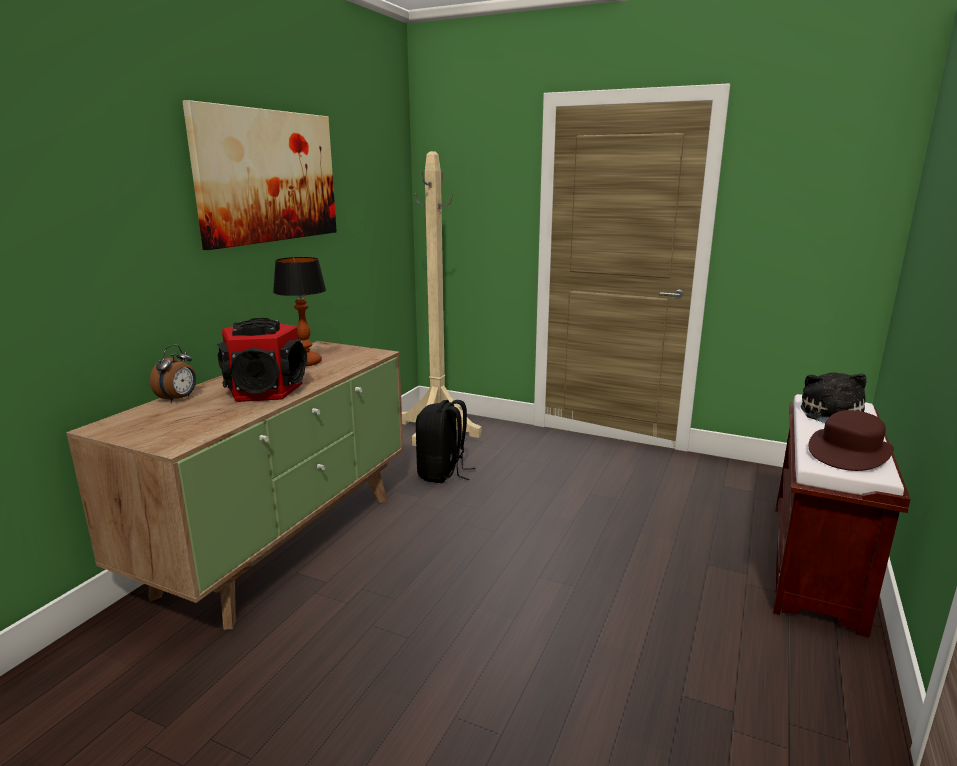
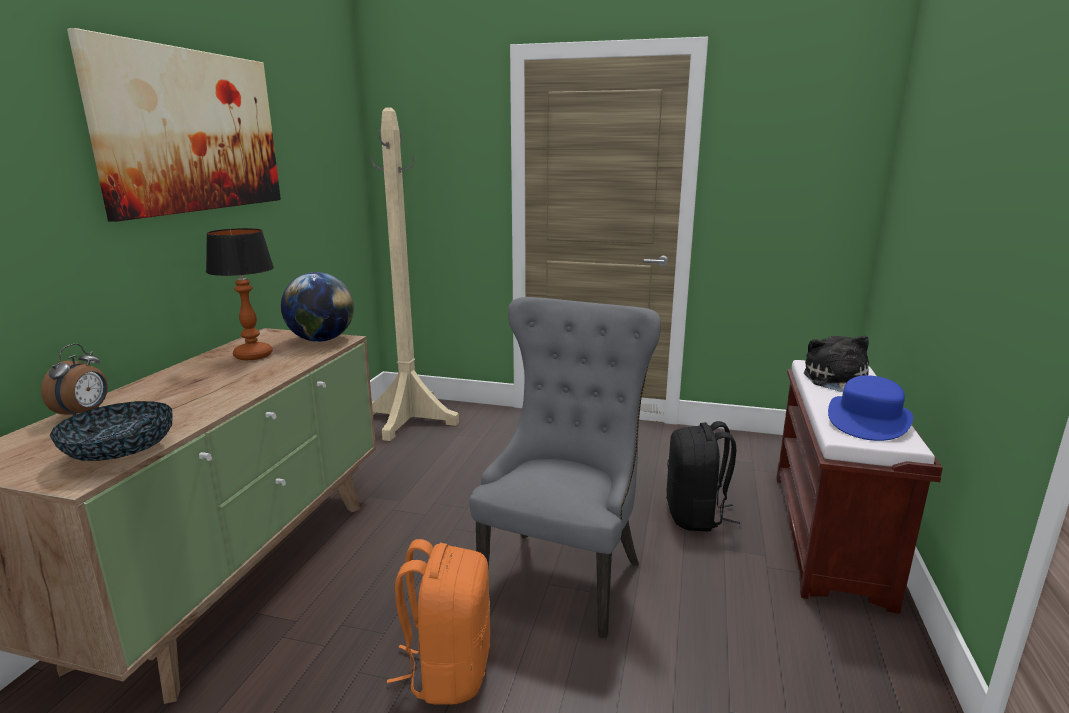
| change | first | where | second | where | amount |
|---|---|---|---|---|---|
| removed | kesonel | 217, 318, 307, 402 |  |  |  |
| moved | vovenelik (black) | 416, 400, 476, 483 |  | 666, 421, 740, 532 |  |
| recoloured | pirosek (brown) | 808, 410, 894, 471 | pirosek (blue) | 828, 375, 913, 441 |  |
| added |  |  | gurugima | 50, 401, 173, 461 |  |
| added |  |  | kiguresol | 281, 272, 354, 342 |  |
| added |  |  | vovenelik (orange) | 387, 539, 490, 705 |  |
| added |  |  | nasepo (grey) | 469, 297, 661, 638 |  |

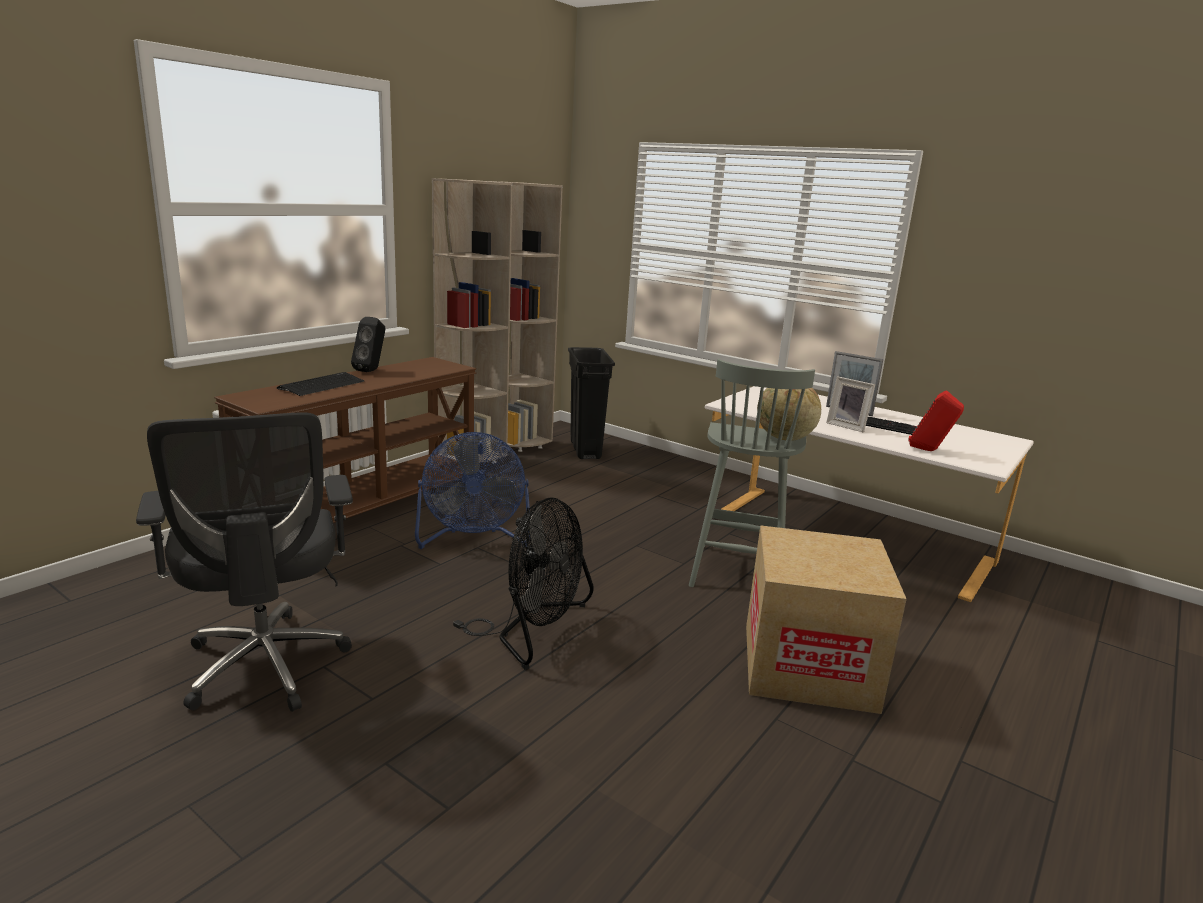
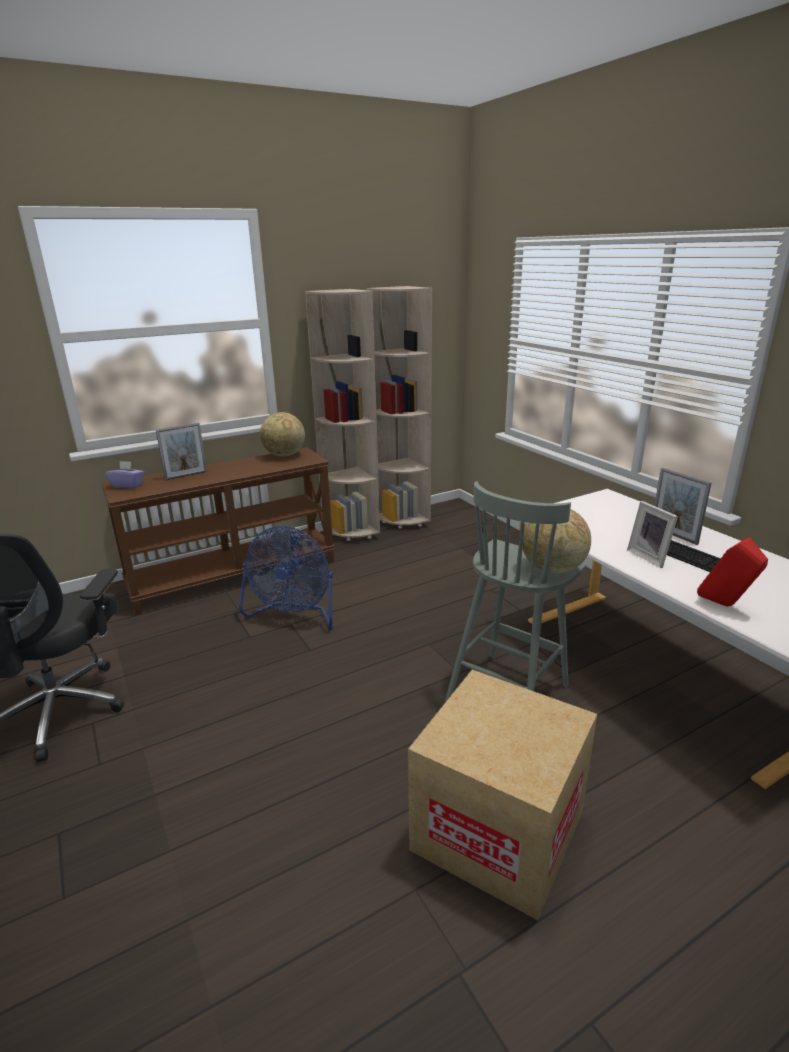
| change | first | where | second | where | amount |
|---|---|---|---|---|---|
| replaced | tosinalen | 277, 372, 364, 396 | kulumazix | 156, 423, 207, 480 |  |
| removed | kesonel (black) | 351, 317, 386, 372 |  |  |  |
| removed | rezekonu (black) | 453, 498, 594, 670 |  |  |  |
| removed | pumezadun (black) | 568, 347, 615, 459 |  |  |  |
| added |  |  | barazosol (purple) | 106, 461, 145, 489 |  |
| added |  |  | kiguresol | 260, 412, 305, 457 |  |

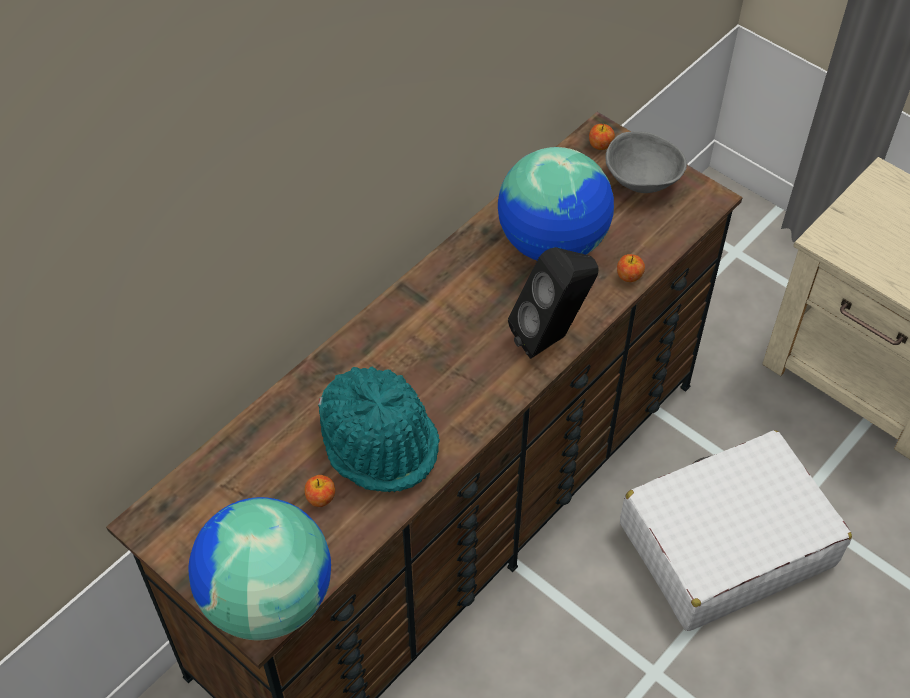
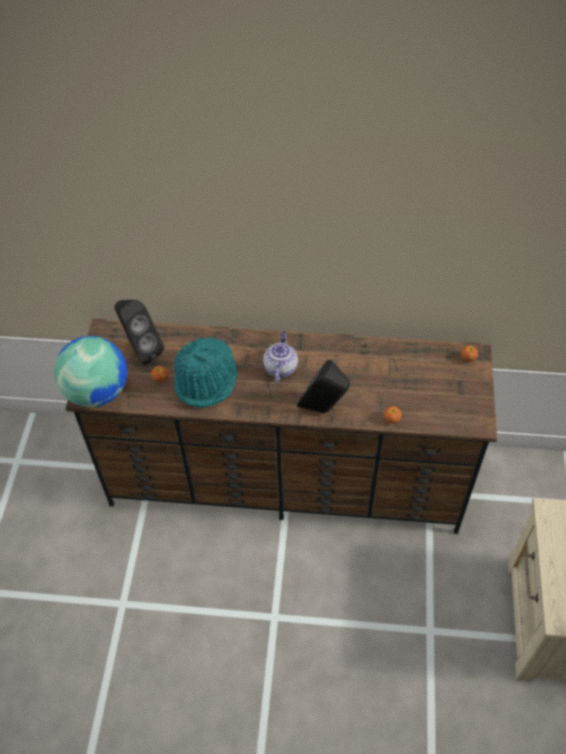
| change | first | where | second | where | amount |
|---|---|---|---|---|---|
| removed | kiguresol | 498, 147, 614, 260 |  |  |  |
| removed | gurugima (grey) | 606, 131, 687, 193 |  |  |  |
| removed | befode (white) | 620, 430, 852, 631 |  |  |  |
| added |  |  | kesonel (black) | 115, 300, 164, 365 |  |
| added |  |  | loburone | 263, 331, 298, 384 |  |

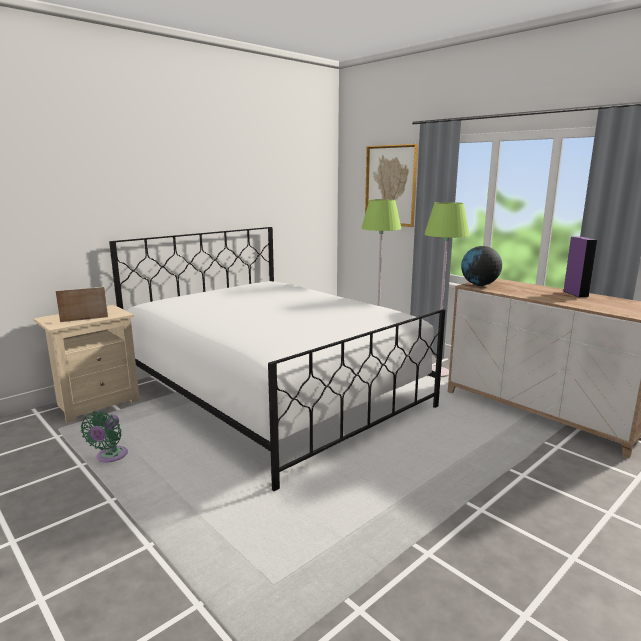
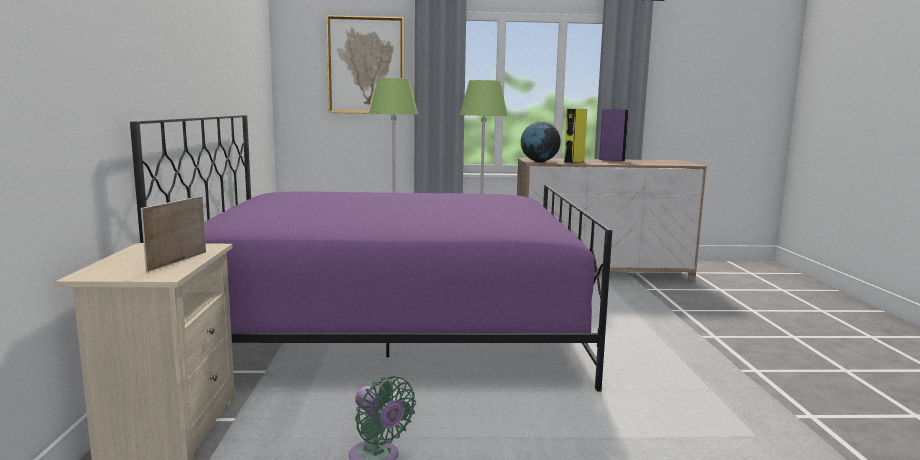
| change | first | where | second | where | amount |
|---|---|---|---|---|---|
| recoloured | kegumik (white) | 109, 227, 445, 491 | kegumik (purple) | 130, 115, 612, 391 |  |
| added |  |  | kesonel (yellow) | 564, 109, 587, 163 |  |

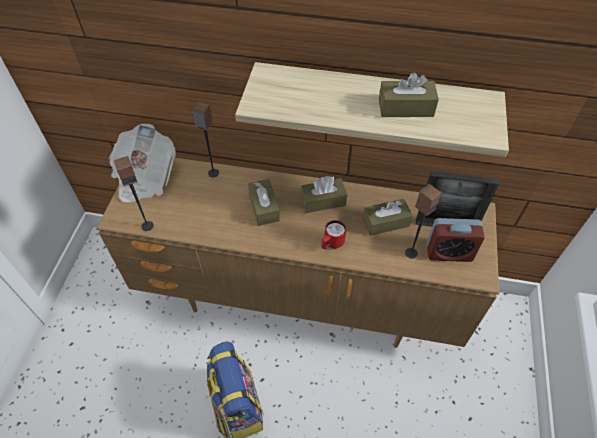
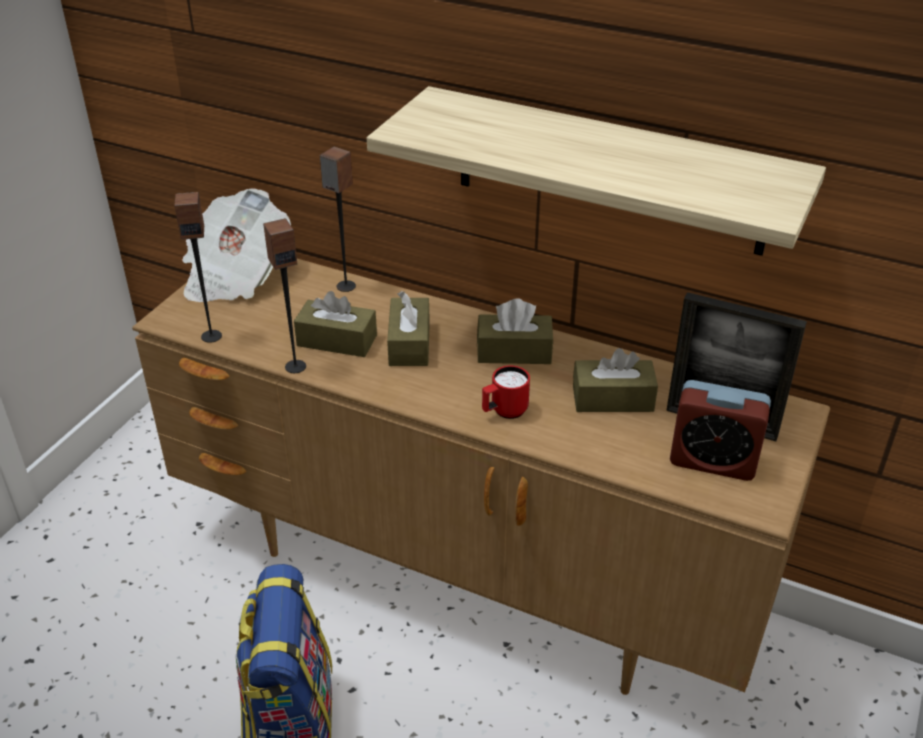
| change | first | where | second | where | amount |
|---|---|---|---|---|---|
| moved | barazosol (brown) | 379, 73, 439, 117 |  | 294, 291, 377, 357 |  |
| moved | kesonel | 405, 184, 442, 259 |  | 263, 218, 306, 373 |  |

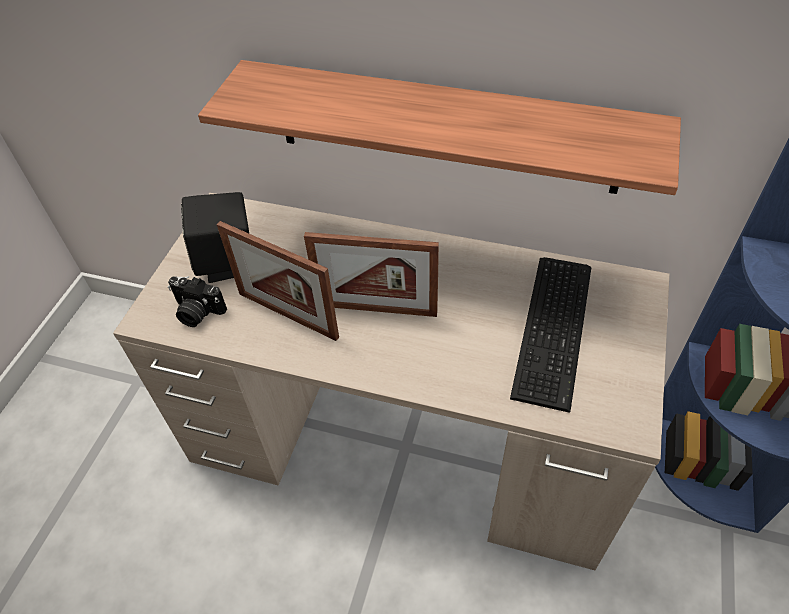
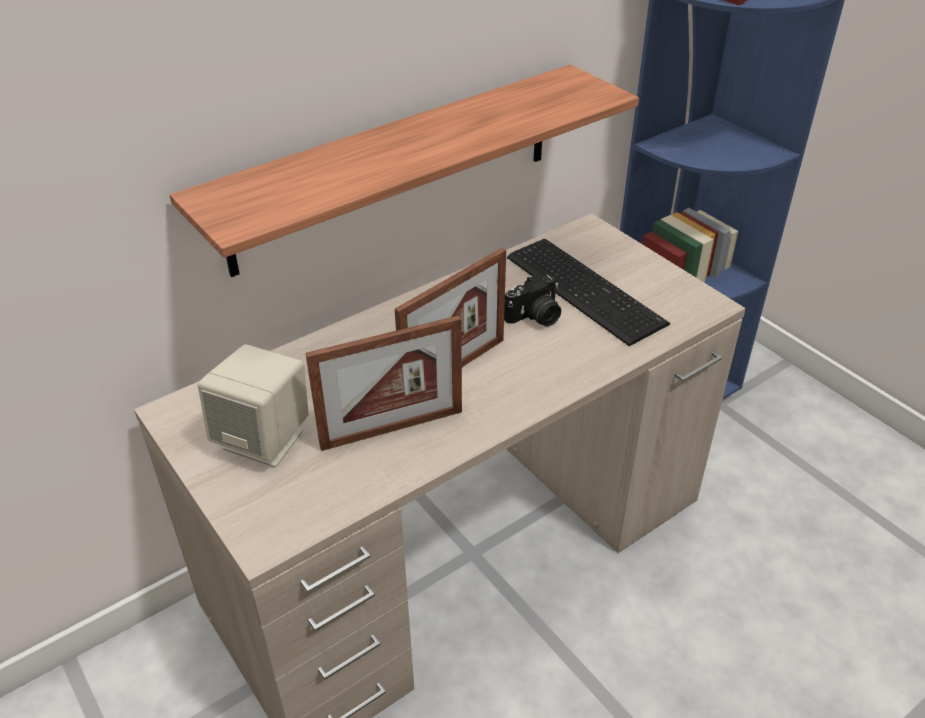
| change | first | where | second | where | amount |
|---|---|---|---|---|---|
| moved | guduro | 168, 276, 227, 327 |  | 504, 275, 561, 327 |  |
| recoloured | kesonel (black) | 181, 192, 249, 283 | kesonel (beige) | 198, 344, 309, 467 |  |

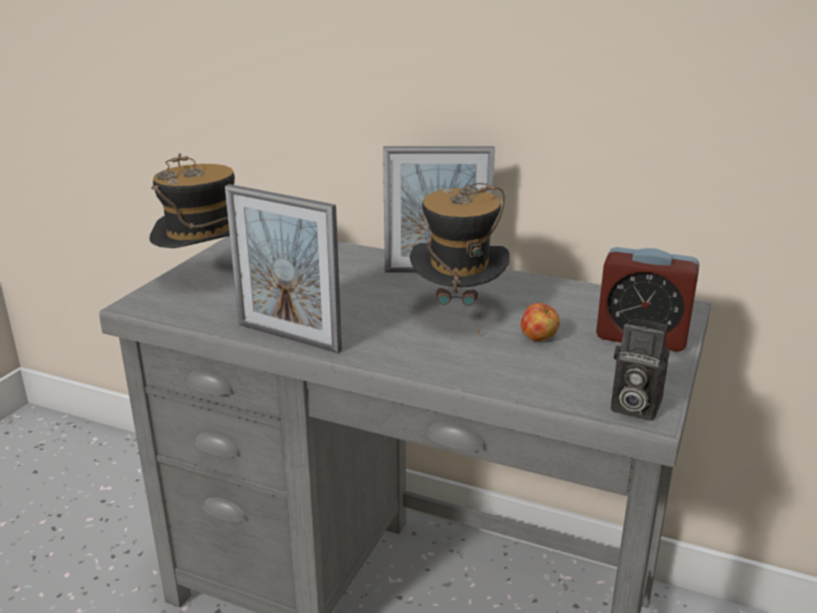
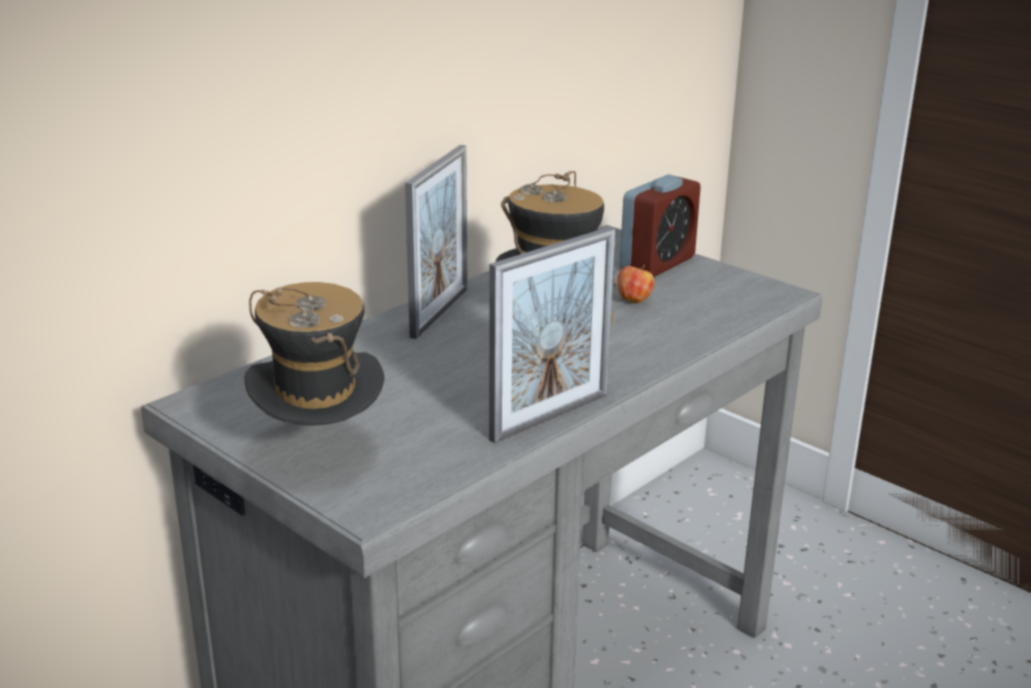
| change | first | where | second | where | amount |
|---|---|---|---|---|---|
| removed | guduro | 611, 318, 670, 421 |  |  |  |

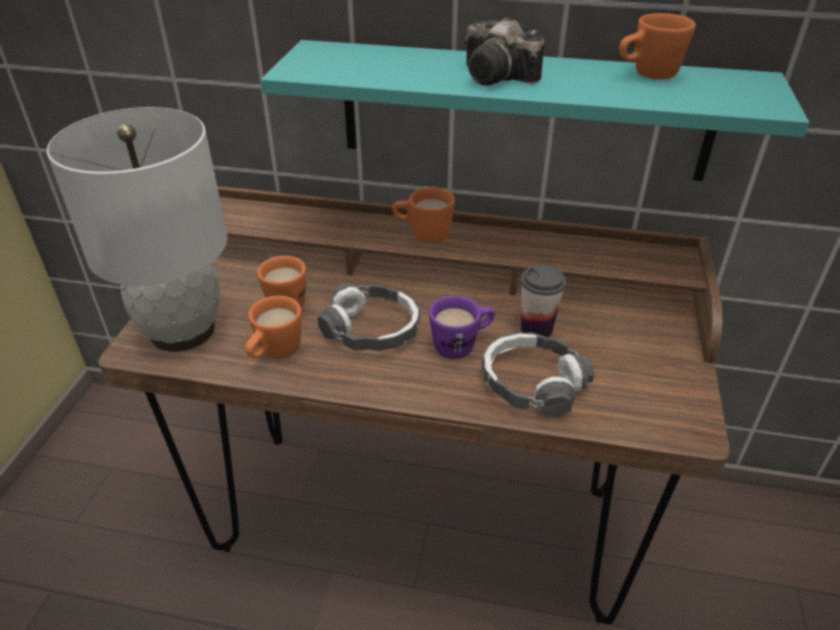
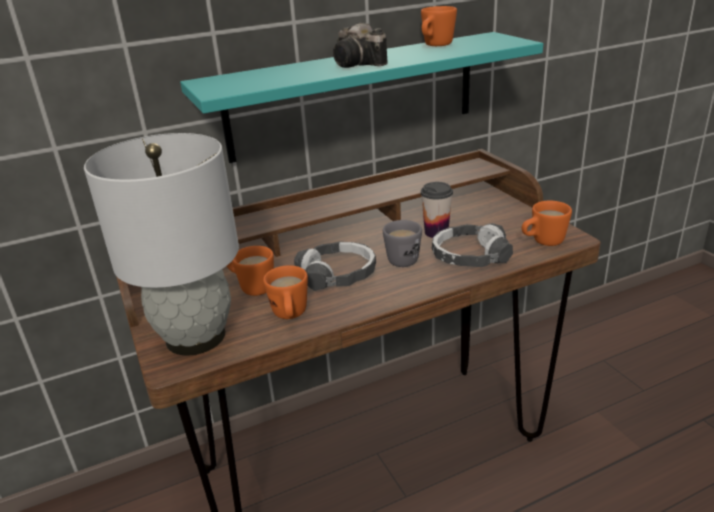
| change | first | where | second | where | amount |
|---|---|---|---|---|---|
| moved | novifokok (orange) | 392, 187, 455, 243 |  | 522, 201, 572, 246 |  |
| recoloured | novifokok (purple) | 429, 296, 495, 359 | novifokok (grey) | 383, 220, 422, 267 |  |
| turned | guduro | 465, 18, 545, 85 |  | 333, 22, 388, 68 | 45 degrees clockwise |

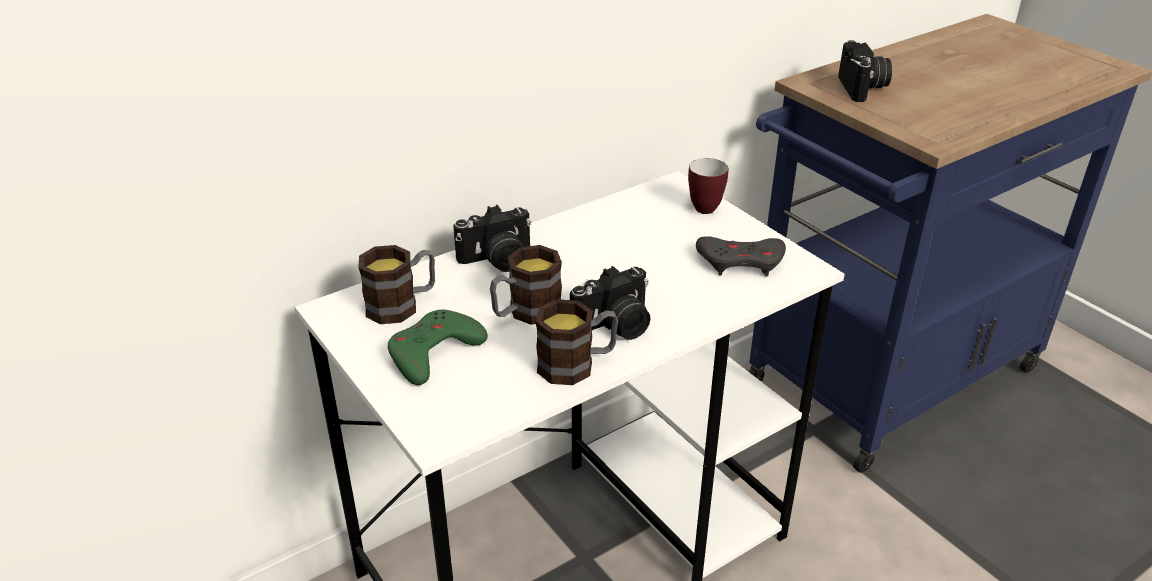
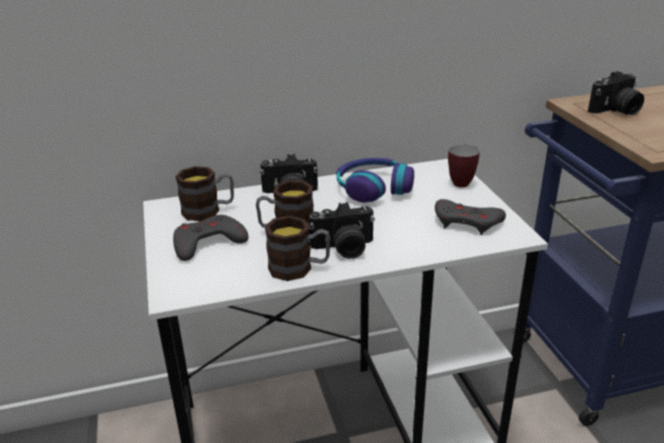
| change | first | where | second | where | amount |
|---|---|---|---|---|---|
| recoloured | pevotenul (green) | 388, 309, 488, 385 | pevotenul (grey) | 173, 215, 248, 261 |  |
| turned | guduro | 838, 40, 892, 102 |  | 588, 71, 644, 115 | 45 degrees clockwise |
| added |  |  | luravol | 336, 158, 414, 203 |  |

